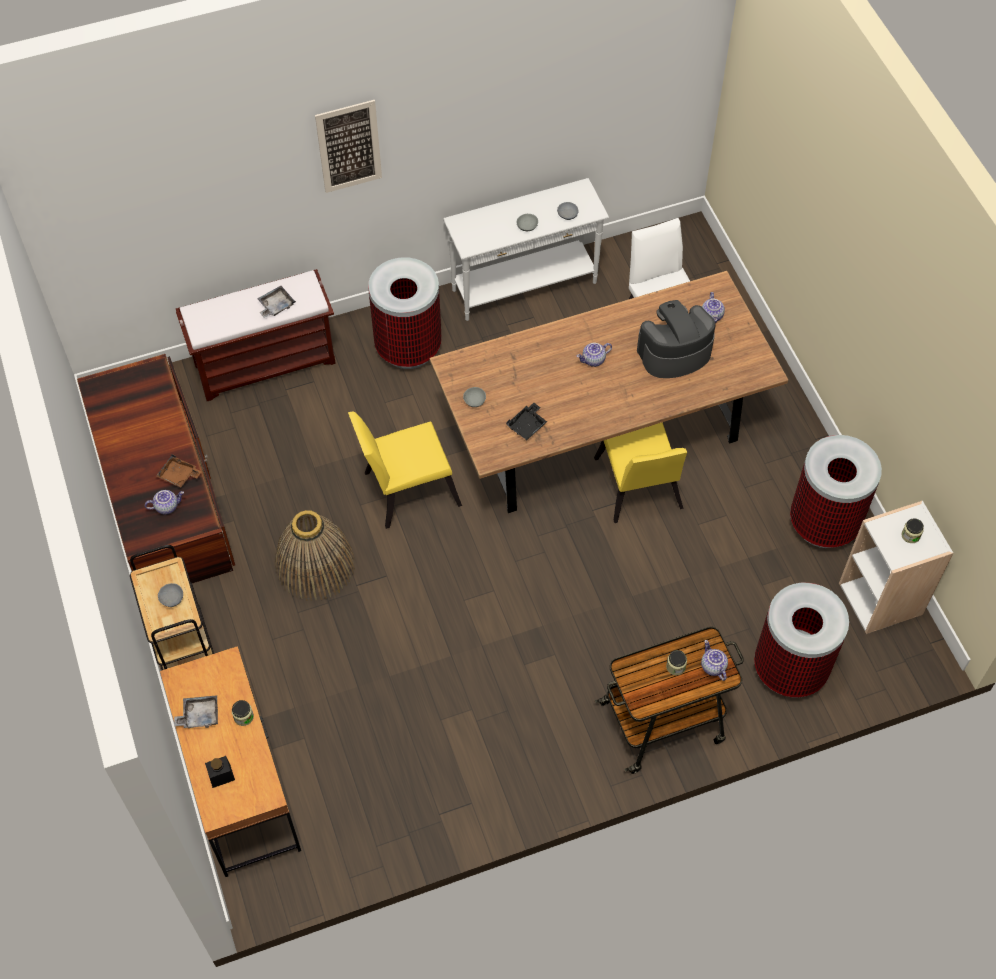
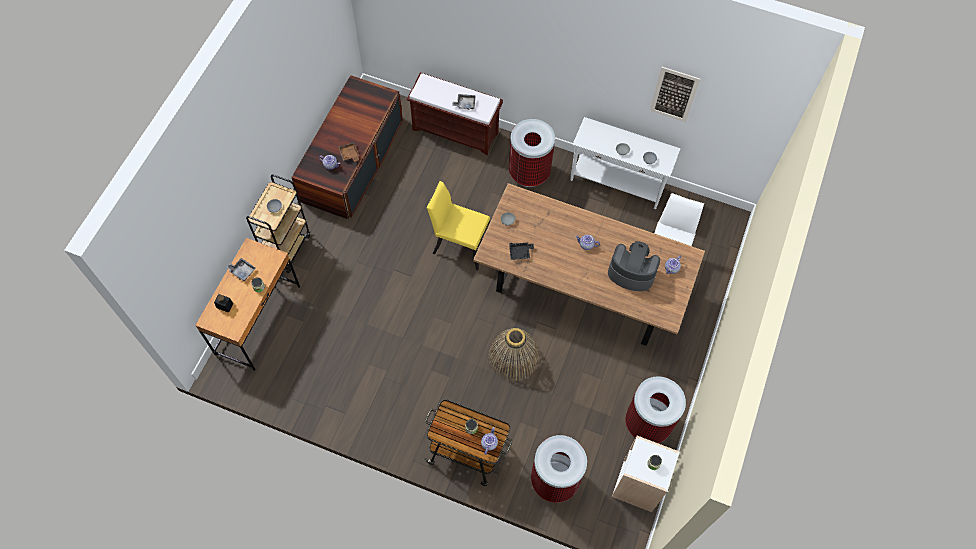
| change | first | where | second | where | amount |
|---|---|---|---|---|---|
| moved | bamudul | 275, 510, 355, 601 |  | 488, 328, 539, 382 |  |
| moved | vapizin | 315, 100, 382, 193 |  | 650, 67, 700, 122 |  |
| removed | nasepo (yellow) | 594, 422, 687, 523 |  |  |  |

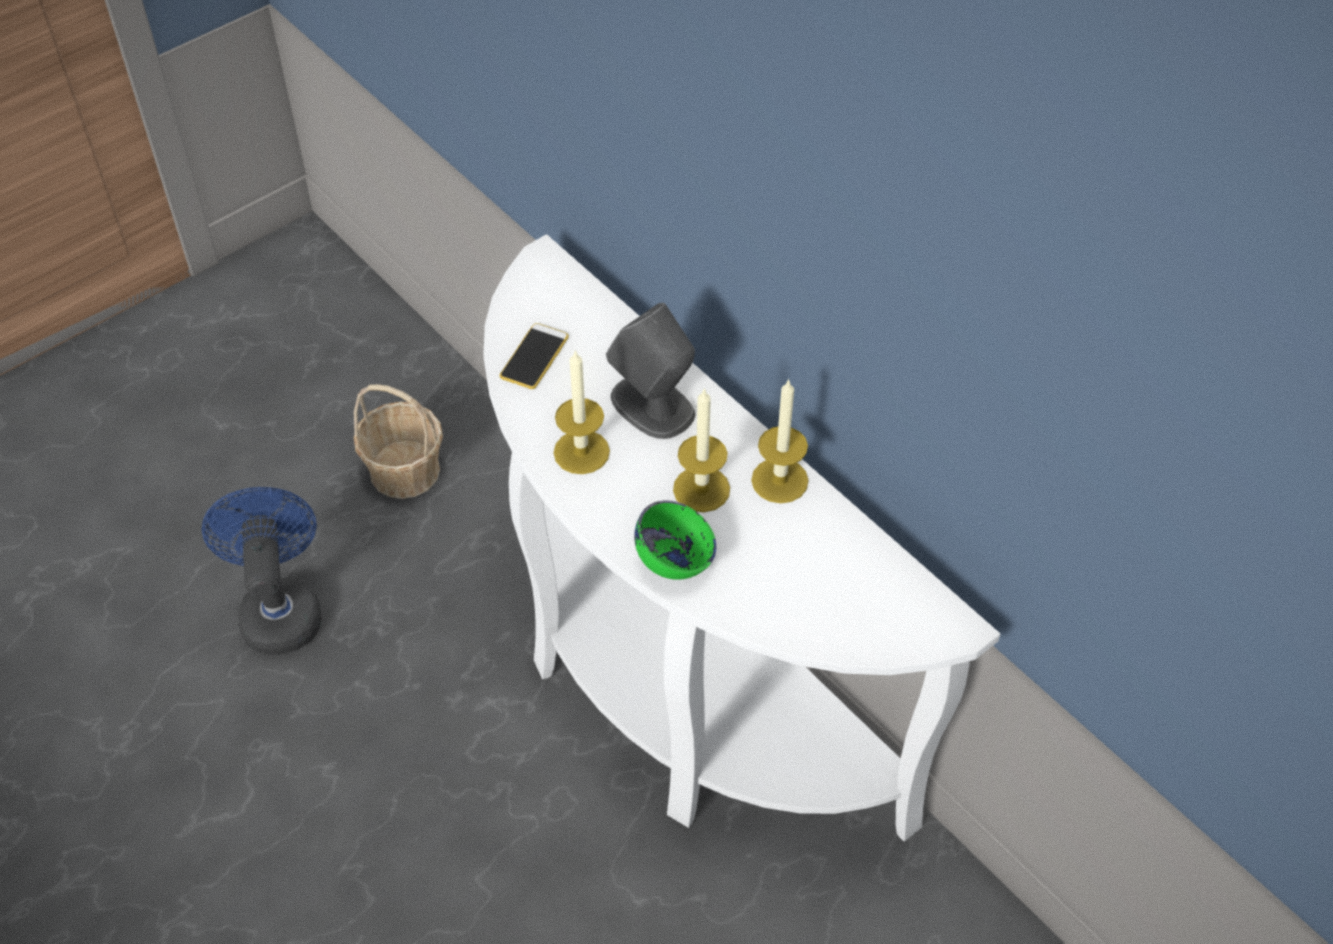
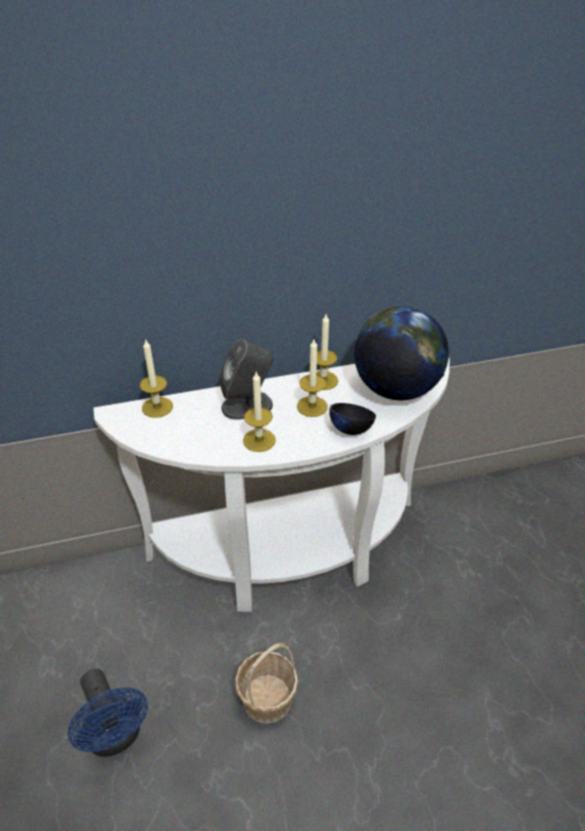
| change | first | where | second | where | amount |
|---|---|---|---|---|---|
| turned | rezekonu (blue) | 202, 487, 322, 655 |  | 68, 669, 148, 757 | 135 degrees counterclockwise |
| moved | bamudul | 354, 384, 443, 499 |  | 235, 643, 298, 724 |  |
| removed | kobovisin | 500, 323, 569, 389 |  |  |  |
| recoloured | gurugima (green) | 634, 500, 716, 580 | gurugima (black) | 329, 403, 376, 435 |  |
| added |  |  | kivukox | 140, 339, 173, 418 |  |
| added |  |  | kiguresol | 354, 306, 449, 400 |  |

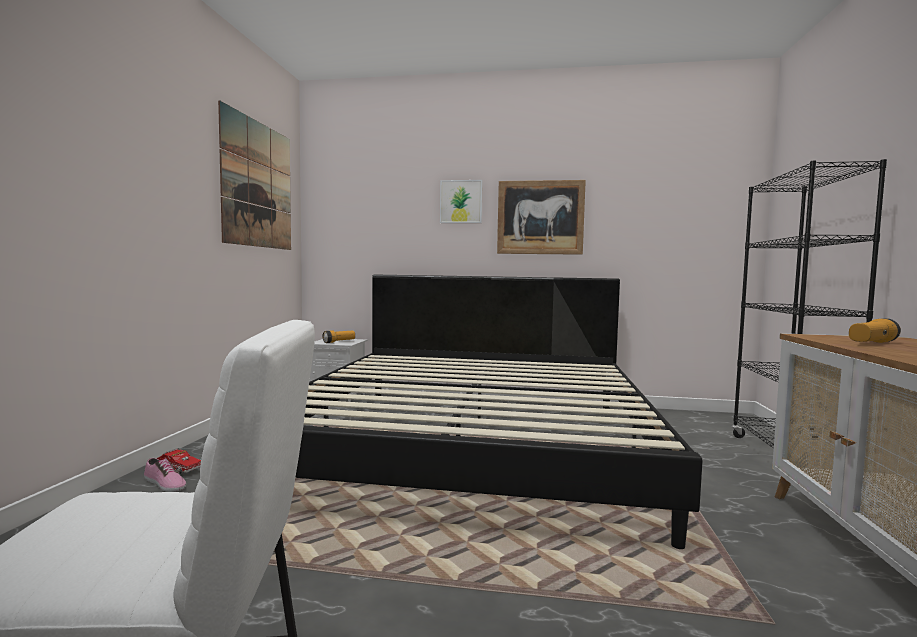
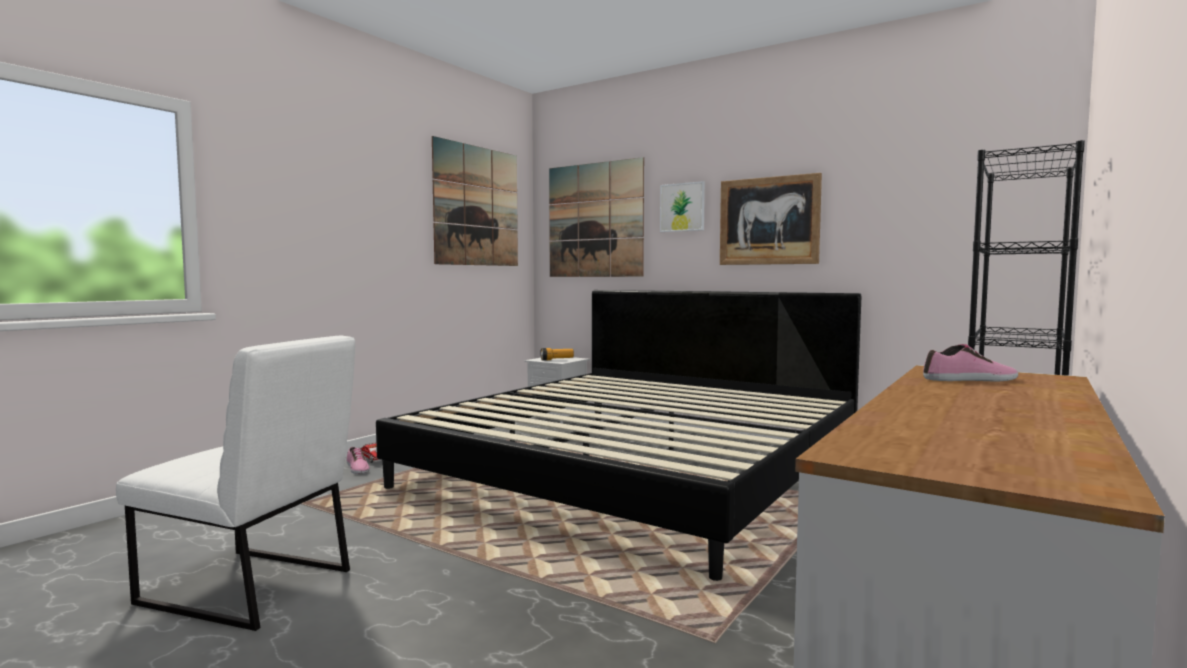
| change | first | where | second | where | amount |
|---|---|---|---|---|---|
| replaced | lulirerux | 849, 318, 901, 343 | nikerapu | 923, 344, 1018, 381 |  |
| added |  |  | vapizin | 549, 157, 644, 277 |  |

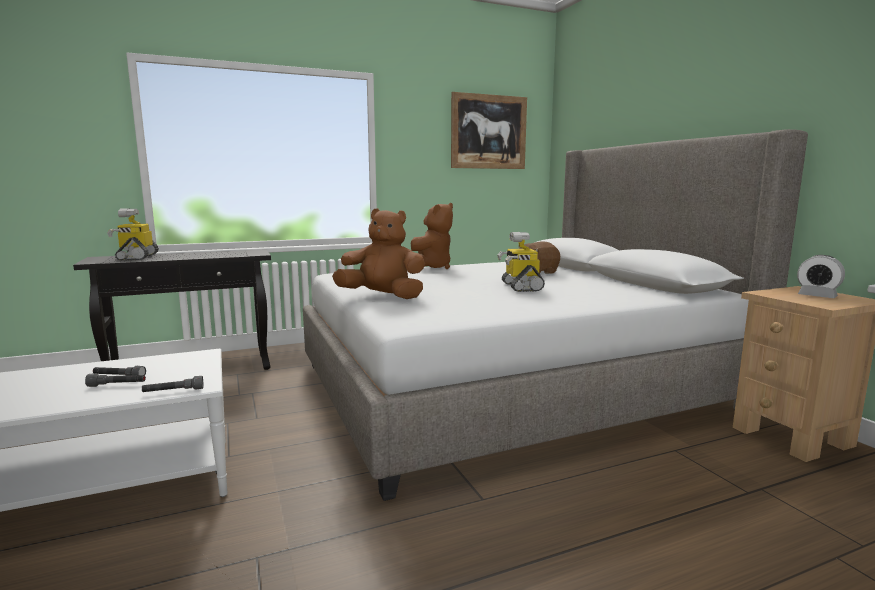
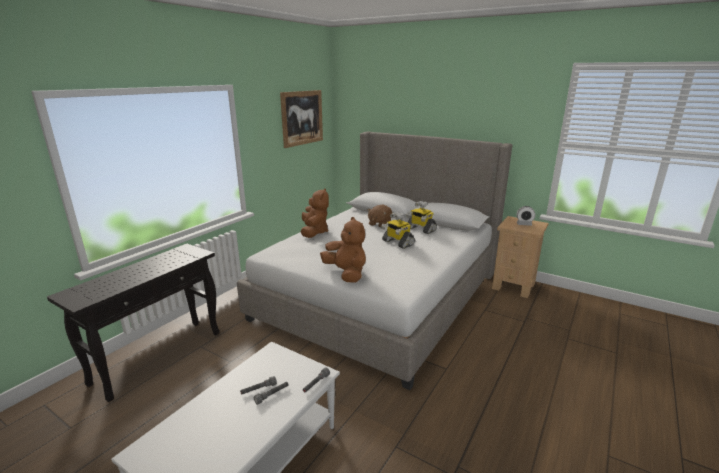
| change | first | where | second | where | amount |
|---|---|---|---|---|---|
| moved | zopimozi | 107, 208, 159, 261 |  | 406, 201, 437, 234 |  |
| turned | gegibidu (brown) | 332, 208, 425, 299 |  | 320, 217, 366, 283 | 75 degrees clockwise |

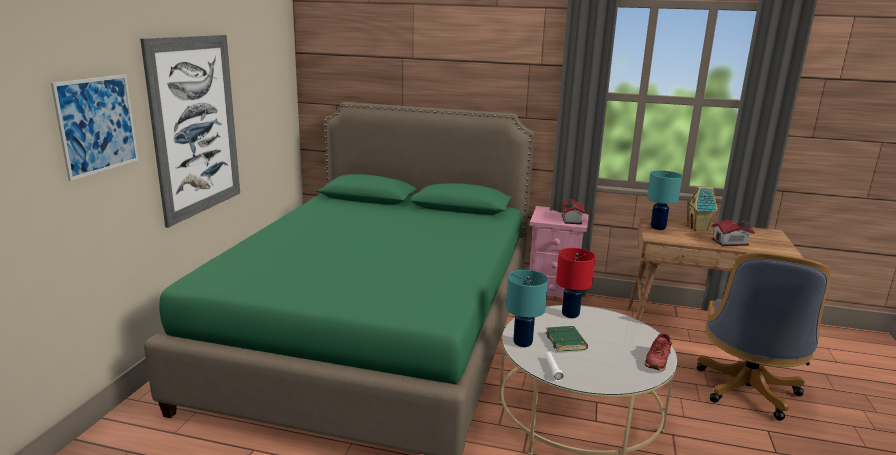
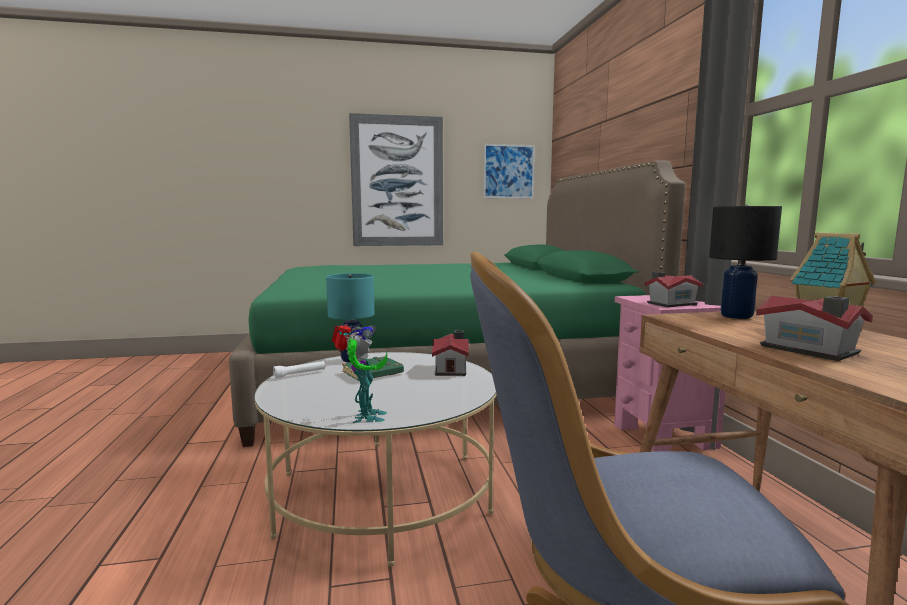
| change | first | where | second | where | amount |
|---|---|---|---|---|---|
| moved | vapizin | 51, 74, 139, 181 |  | 483, 144, 535, 198 |  |
| replaced | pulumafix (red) | 556, 248, 595, 318 | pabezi | 432, 331, 469, 376 |  |
| replaced | nikerapu (red) | 645, 334, 672, 371 | zopimozi | 332, 324, 387, 423 |  |
| recoloured | pulumafix (turquoise) | 647, 170, 682, 230 | pulumafix (black) | 709, 204, 782, 319 |  |

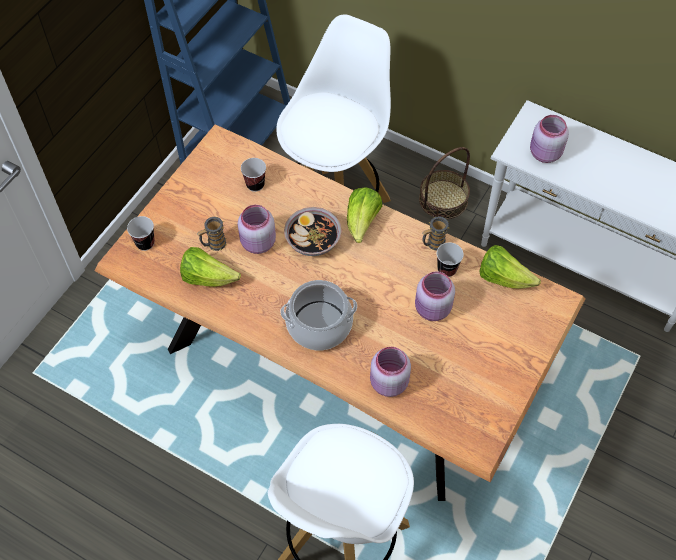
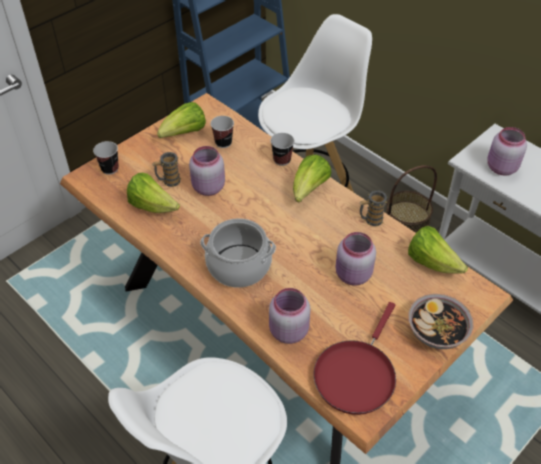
| change | first | where | second | where | amount |
|---|---|---|---|---|---|
| moved | gurugima | 284, 207, 342, 256 |  | 408, 294, 474, 349 |  |
| moved | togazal | 437, 243, 464, 277 |  | 270, 133, 294, 166 |  |
| added |  |  | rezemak | 157, 102, 206, 138 |  |
| added |  |  | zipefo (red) | 314, 302, 396, 415 |  |

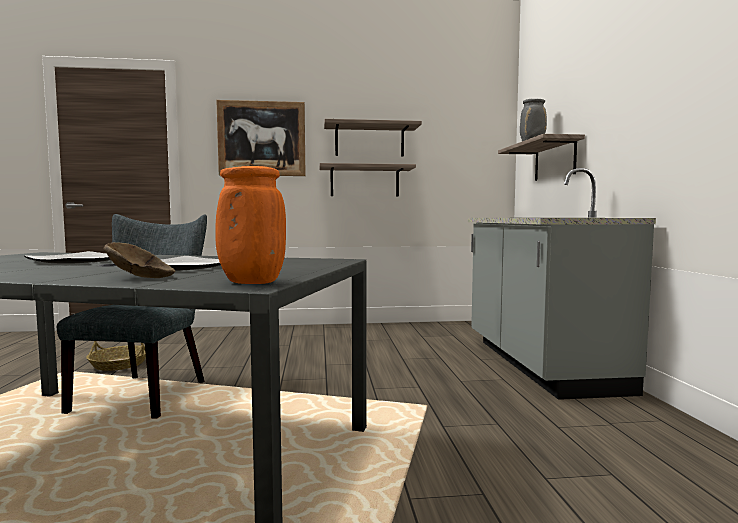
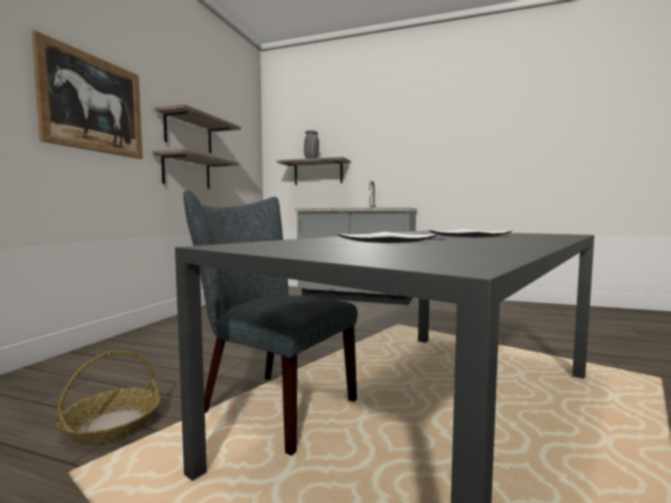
| change | first | where | second | where | amount |
|---|---|---|---|---|---|
| removed | gurugima (brown) | 104, 242, 175, 278 |  |  |  |
| removed | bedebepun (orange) | 215, 166, 286, 284 |  |  |  |

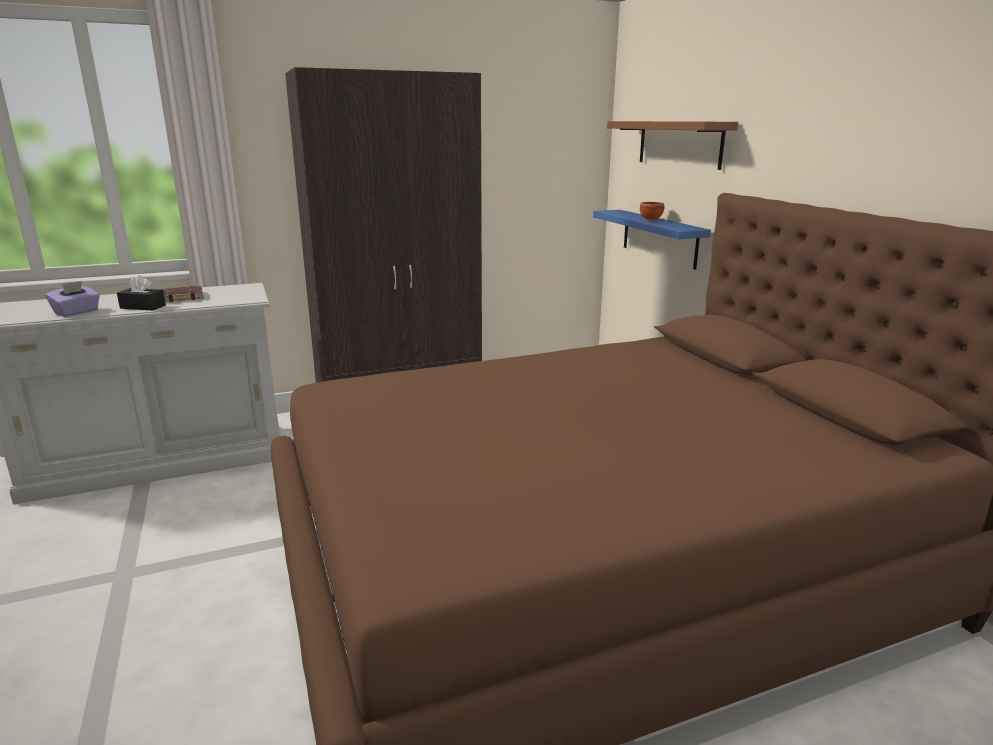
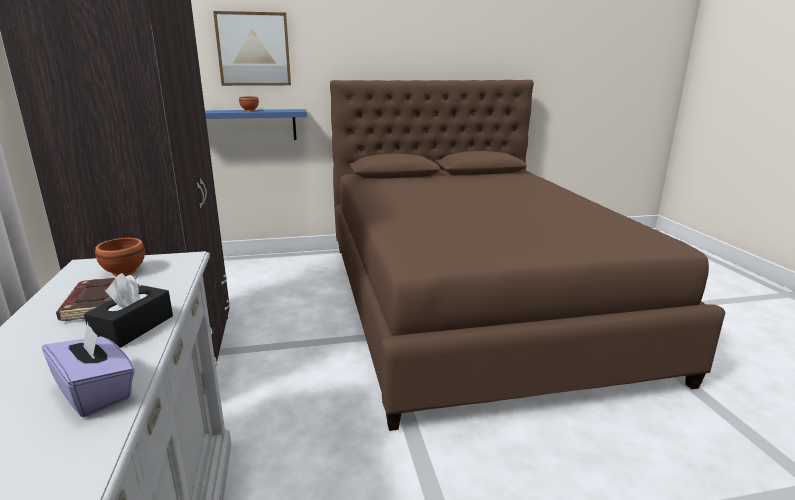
| change | first | where | second | where | amount |
|---|---|---|---|---|---|
| replaced | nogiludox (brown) | 607, 121, 738, 170 | vapizin | 213, 11, 291, 86 |  |
| added |  |  | gurugima (brown) | 95, 238, 145, 277 |  |

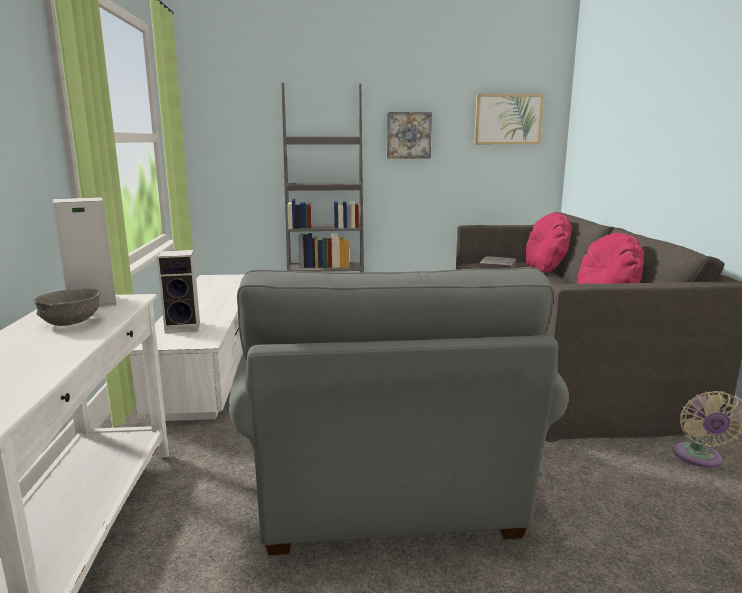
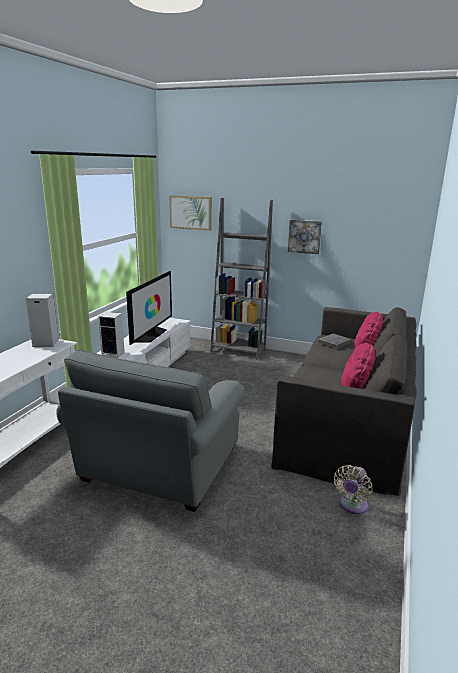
| change | first | where | second | where | amount |
|---|---|---|---|---|---|
| removed | gurugima (grey) | 33, 288, 101, 326 |  |  |  |
| moved | vapizin | 474, 94, 544, 144 |  | 169, 195, 212, 231 |  |
| added |  |  | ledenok | 126, 271, 172, 345 |  |

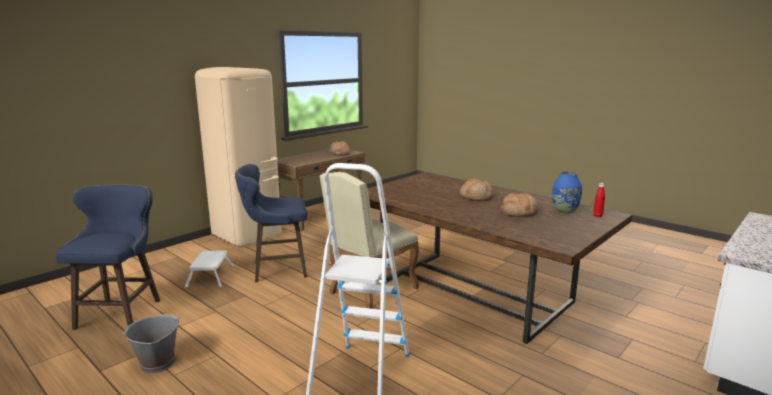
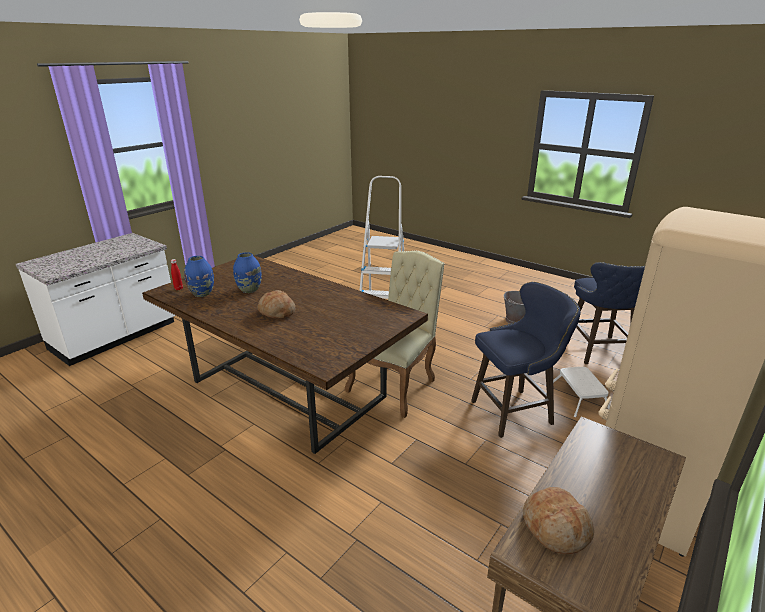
| change | first | where | second | where | amount |
|---|---|---|---|---|---|
| replaced | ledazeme | 501, 193, 538, 217 | bedebepun (blue) | 233, 252, 262, 293 |  |

